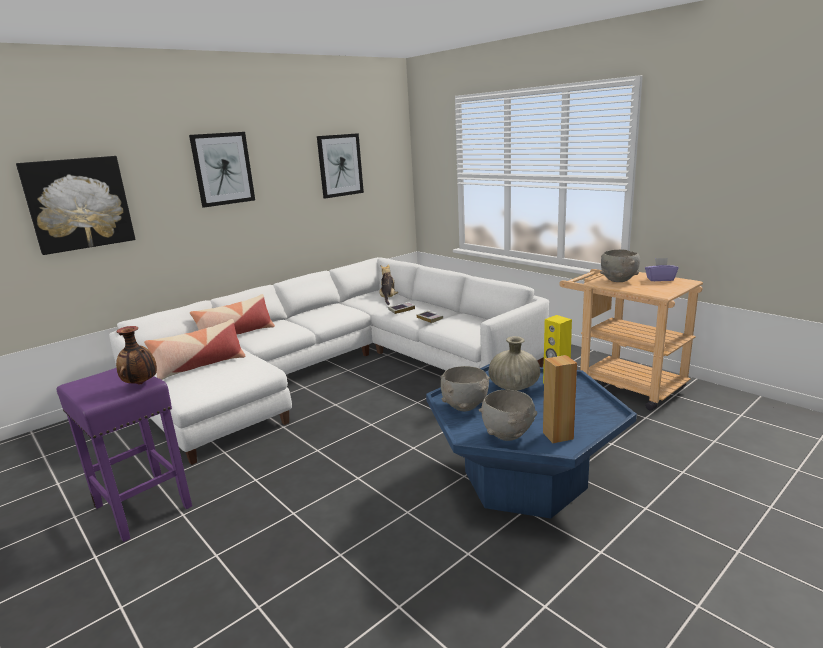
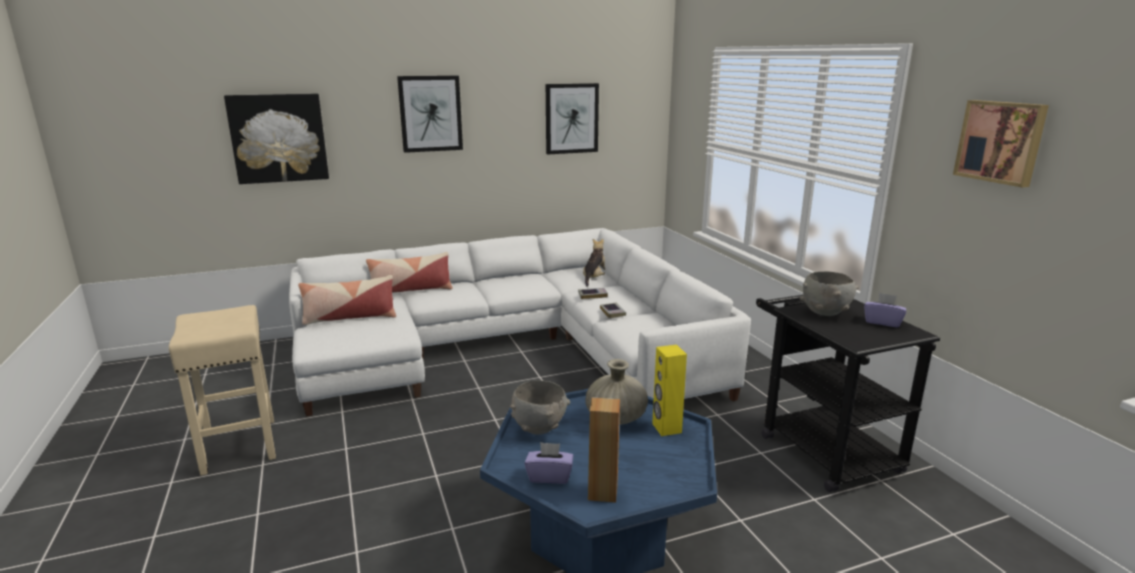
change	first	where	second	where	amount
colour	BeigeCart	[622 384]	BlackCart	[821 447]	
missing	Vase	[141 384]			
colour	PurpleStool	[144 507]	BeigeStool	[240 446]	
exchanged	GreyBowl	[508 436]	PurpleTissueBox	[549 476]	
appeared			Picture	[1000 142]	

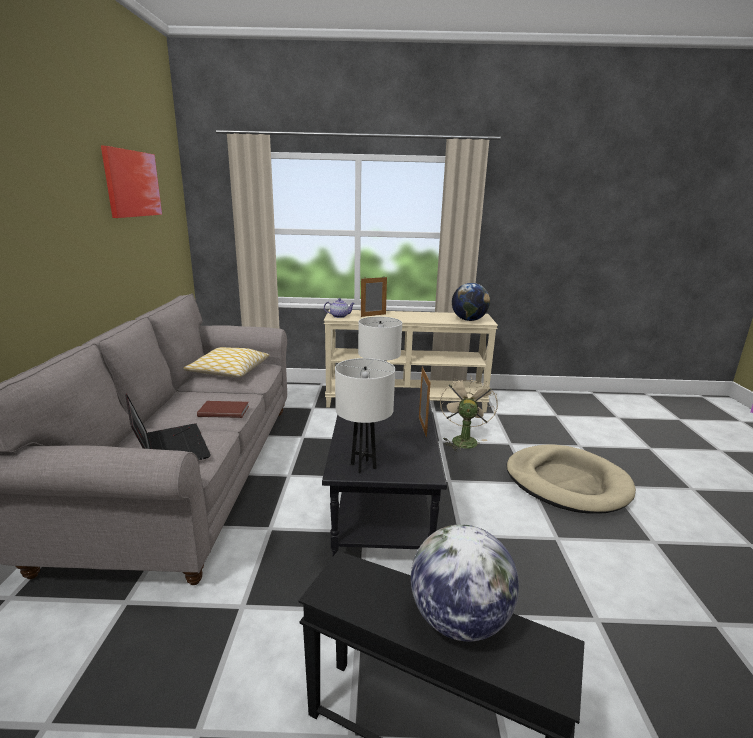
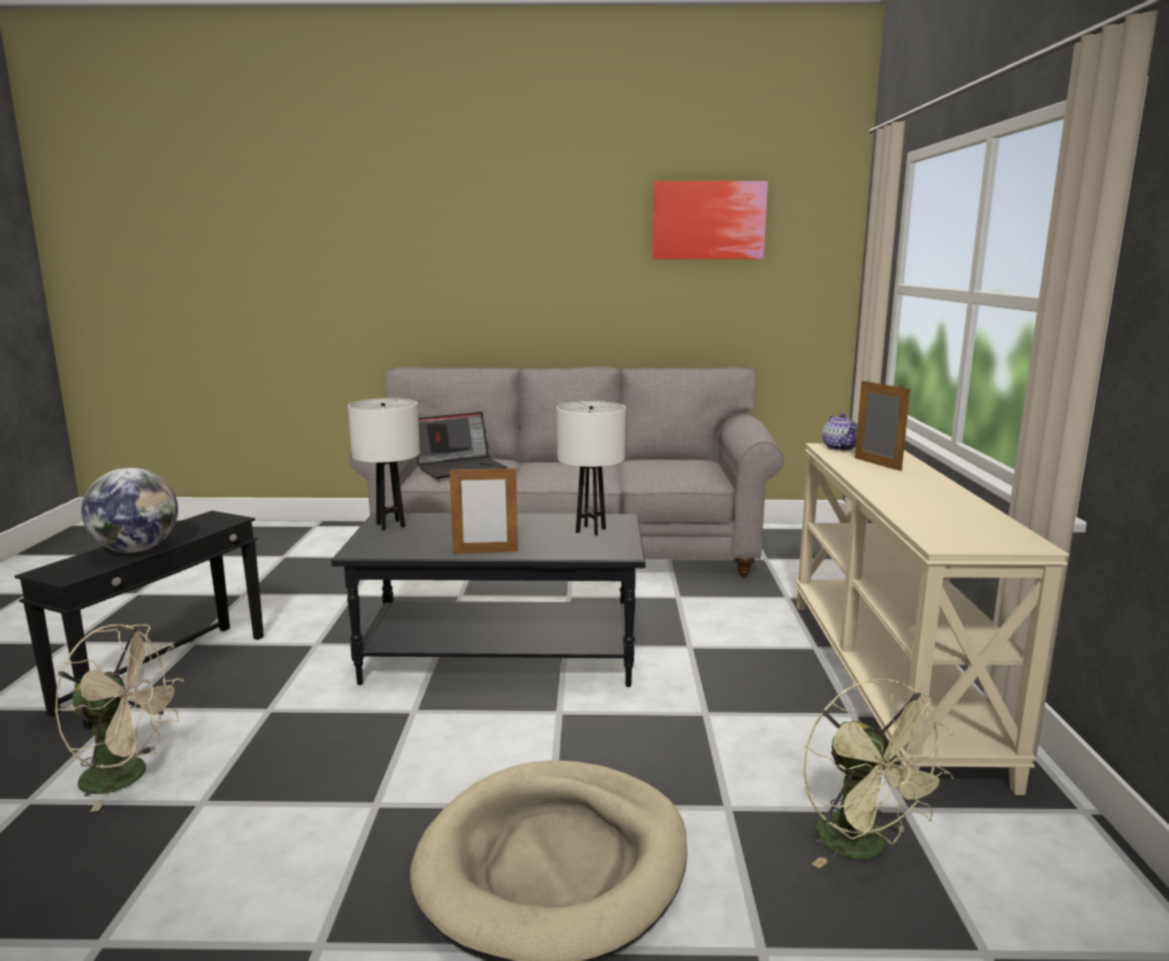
change	first	where	second	where	amount
missing	Globe	[468 320]			
missing	Pillow	[228 371]			
relocated	BeigeFan	[463 439]		[128 776]	
missing	BrownBook	[223 411]			
appeared			GreenFan	[863 847]	

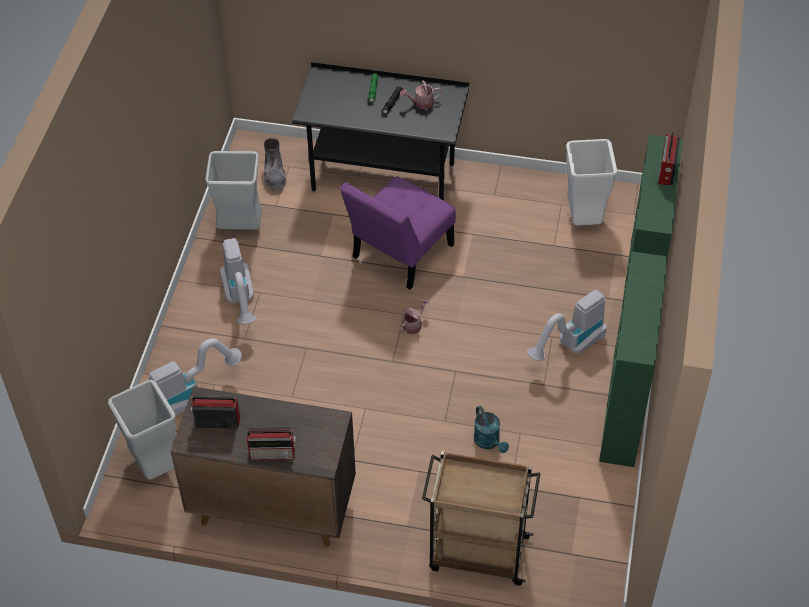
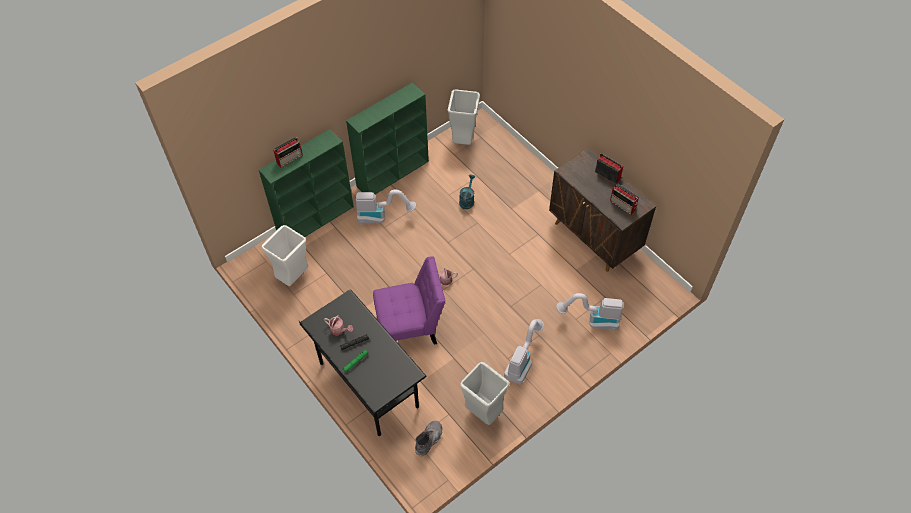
change	first	where	second	where	amount
relocated	GreyTrashCan	[156 465]		[463 139]	
missing	BrownCart	[477 553]			

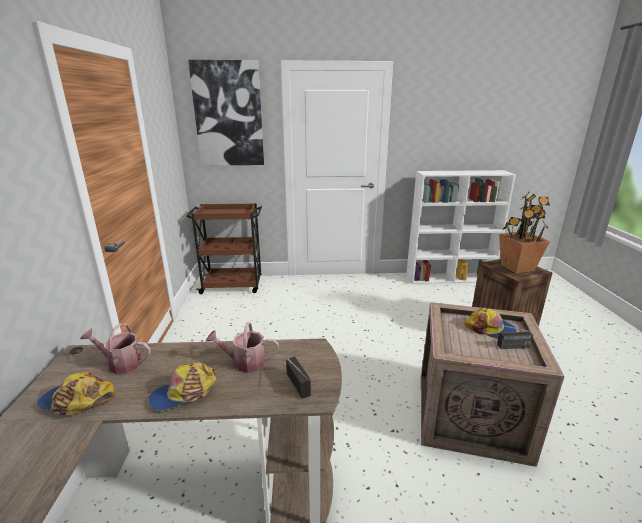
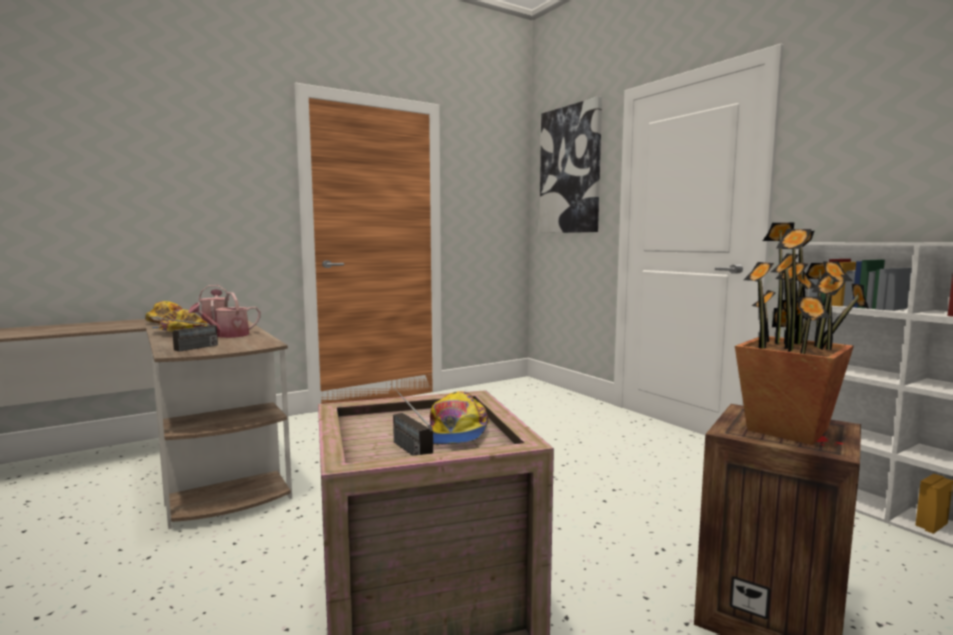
change	first	where	second	where	amount
missing	BrownCart	[233 285]			
spun	WateringCan	[245 362]		[228 335]	105 degrees counterclockwise

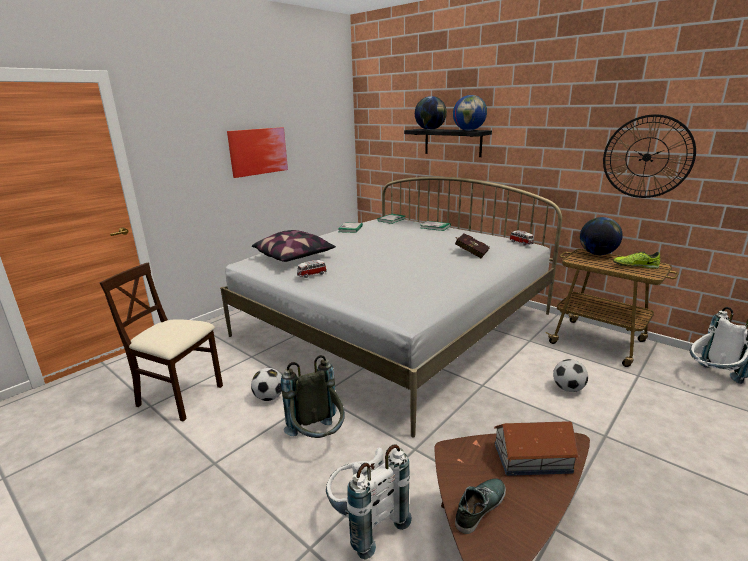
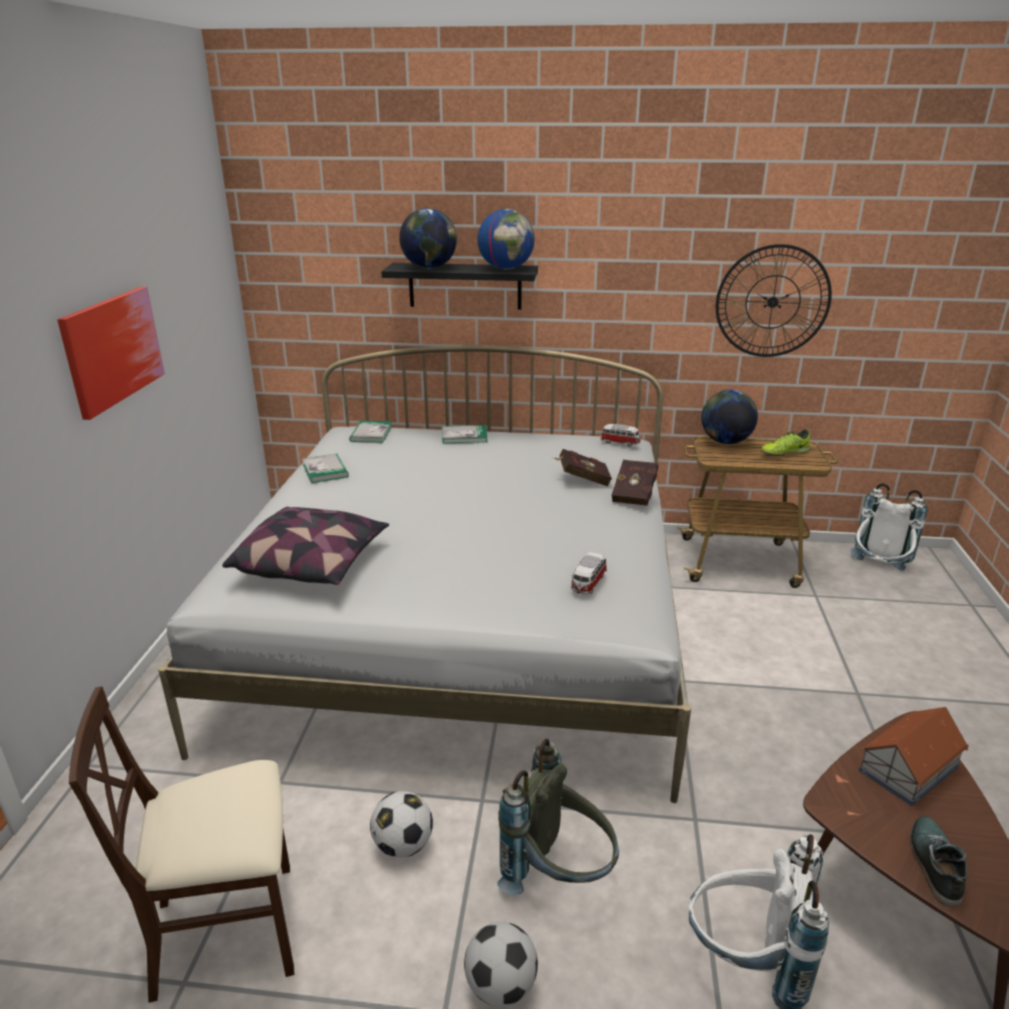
change	first	where	second	where	amount
relocated	ToyCar	[311 275]		[588 583]	
relocated	Football	[568 389]		[501 985]	
appeared			RedBook	[635 494]	

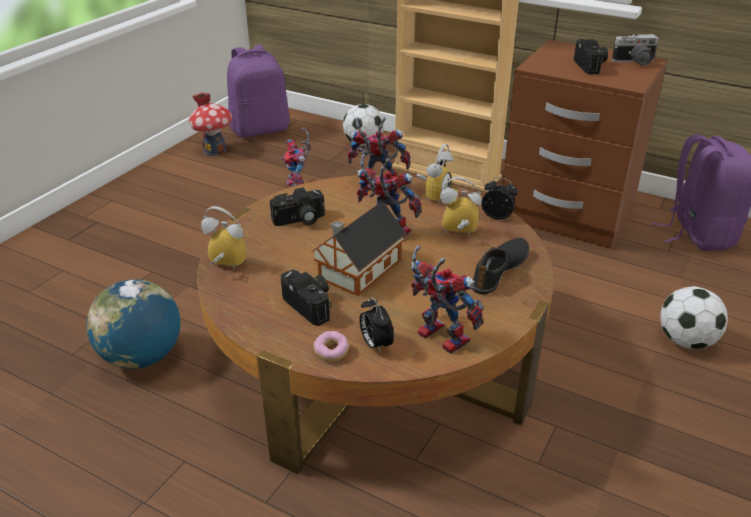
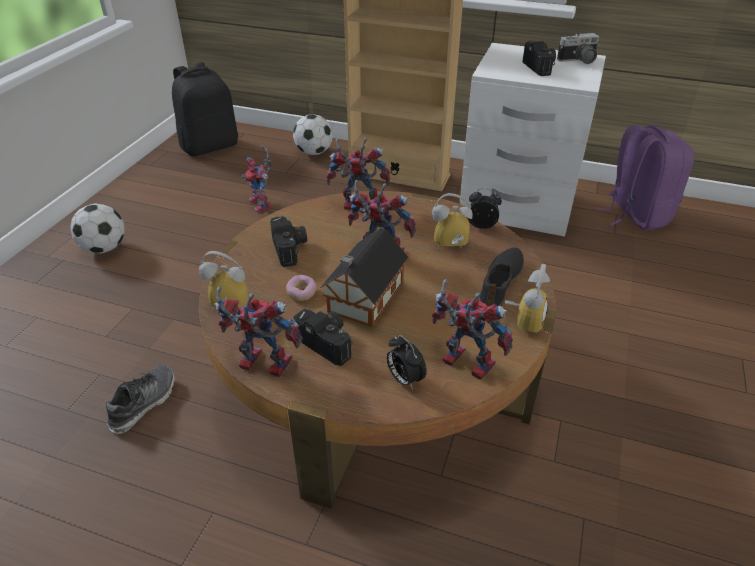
change	first	where	second	where	amount
colour	BrownNightstand	[566 214]	WhiteNightstand	[517 206]	
colour	PurpleBackpack	[260 129]	BlackBackpack	[210 146]	
missing	ToyHouse	[215 150]			
relocated	AlarmClock	[433 195]		[523 321]	
spun	PhotoCamera	[299 220]		[291 249]	75 degrees counterclockwise
exchanged	Globe	[142 357]	Shoe	[143 403]	
relocated	Football	[686 341]		[105 248]	
relocated	Donut	[331 352]		[301 293]	
appeared			ToyRobot	[259 364]	

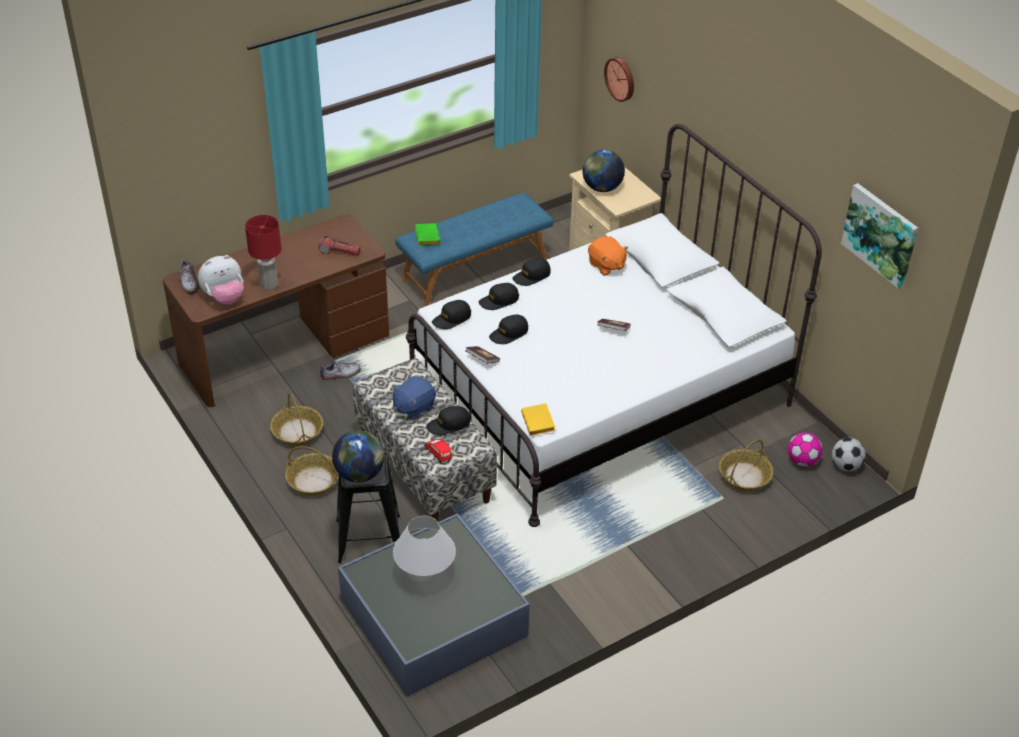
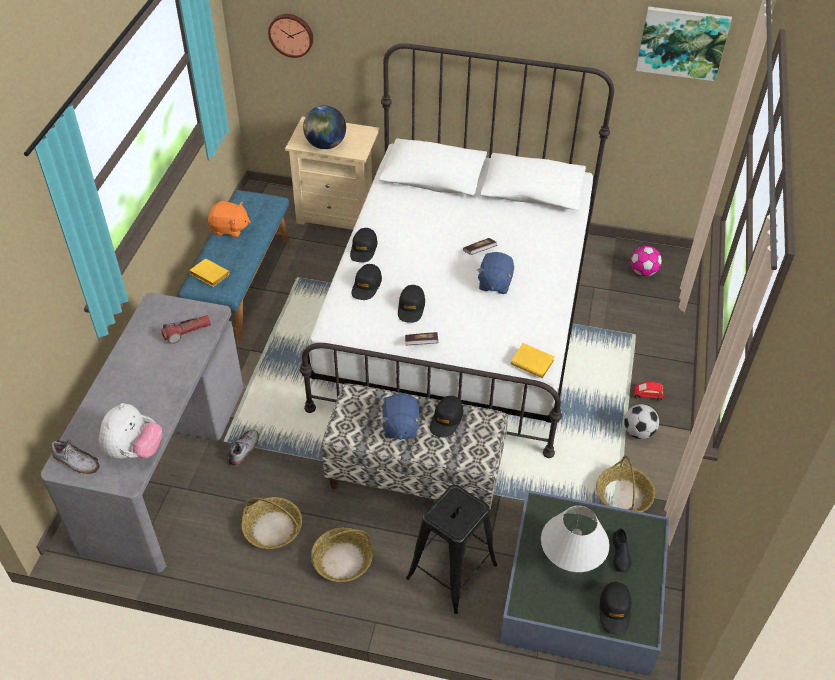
change	first	where	second	where	amount
colour	BrownDesk	[284 349]	GreyDesk	[165 464]	
missing	RedTableLamp	[269 285]			
colour	GreenBook	[426 236]	YellowBook	[208 275]	
relocated	OrangePlushToy	[606 266]		[230 229]	
relocated	BlackCap	[451 319]		[615 610]	
missing	Globe	[360 474]			
relocated	Football	[845 466]		[638 432]	
relocated	RedToyCar	[439 454]		[647 395]	
relocated	Basket	[744 476]		[623 496]	
appeared			BluePlushToy	[494 283]	
appeared			BlackShoe	[620 554]	

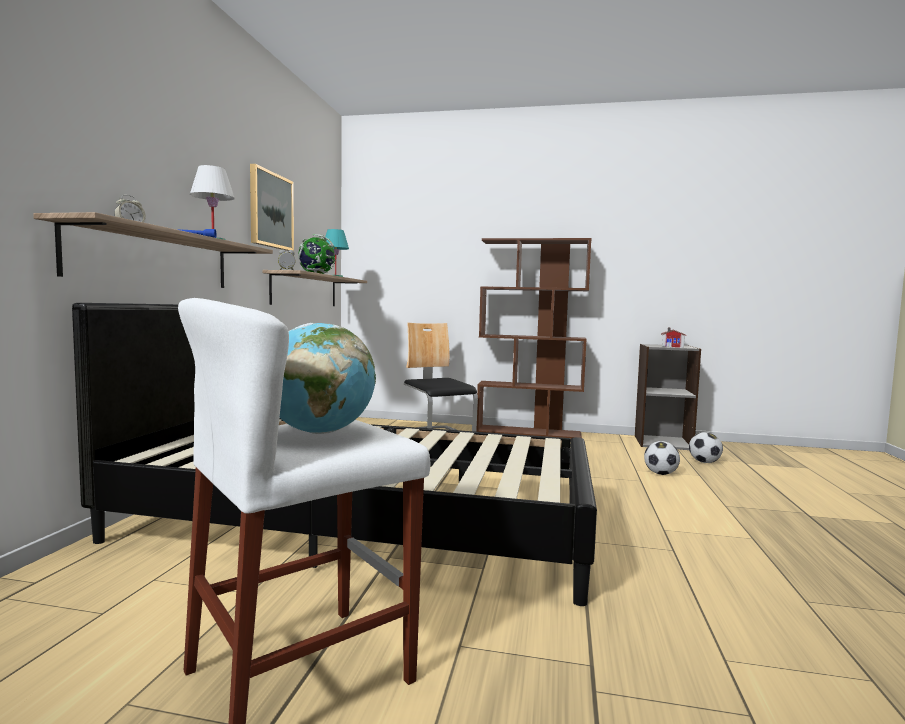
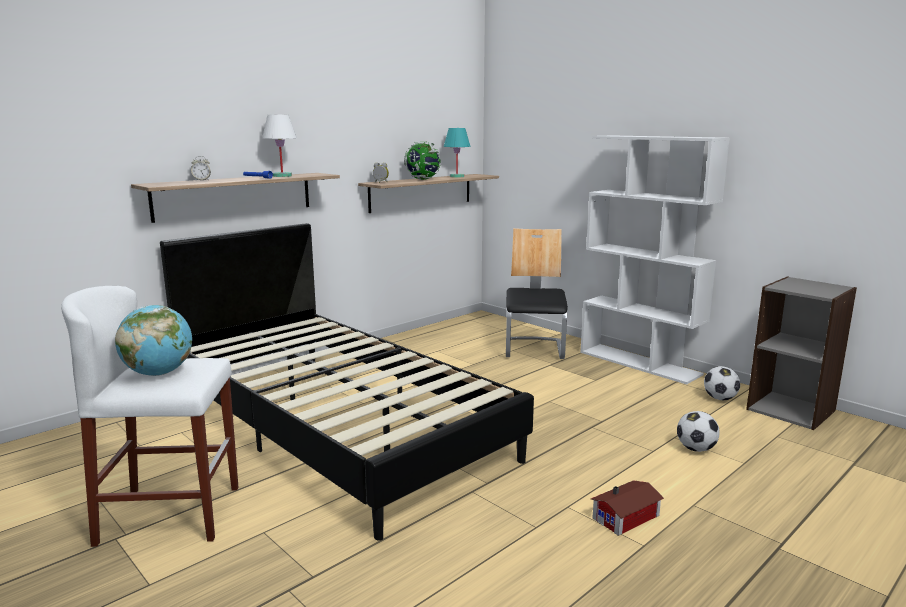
change	first	where	second	where	amount
missing	Picture	[270 210]			
colour	BrownBookcase	[529 432]	WhiteBookcase	[640 363]	
relocated	ToyHouse	[673 346]		[628 517]	
relocated	Football	[704 462]		[720 398]	

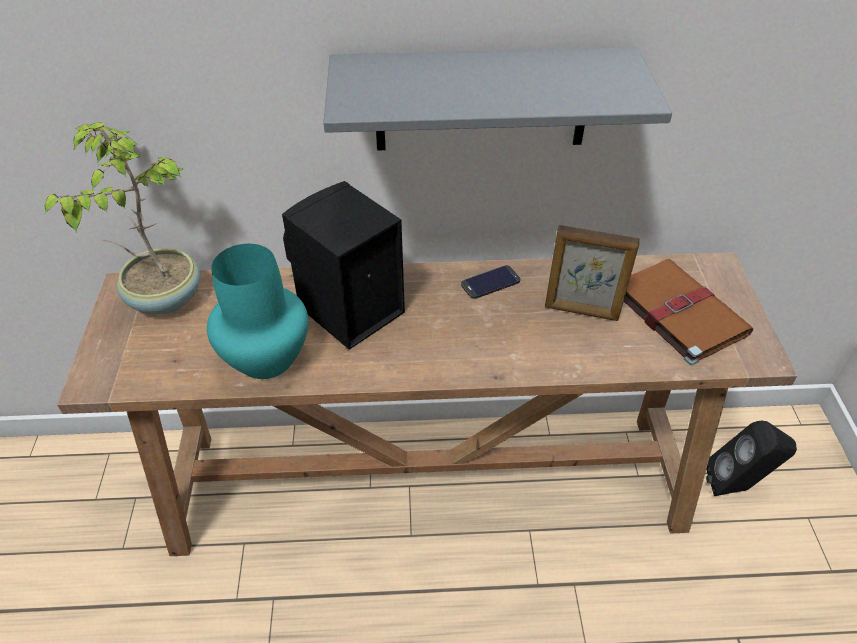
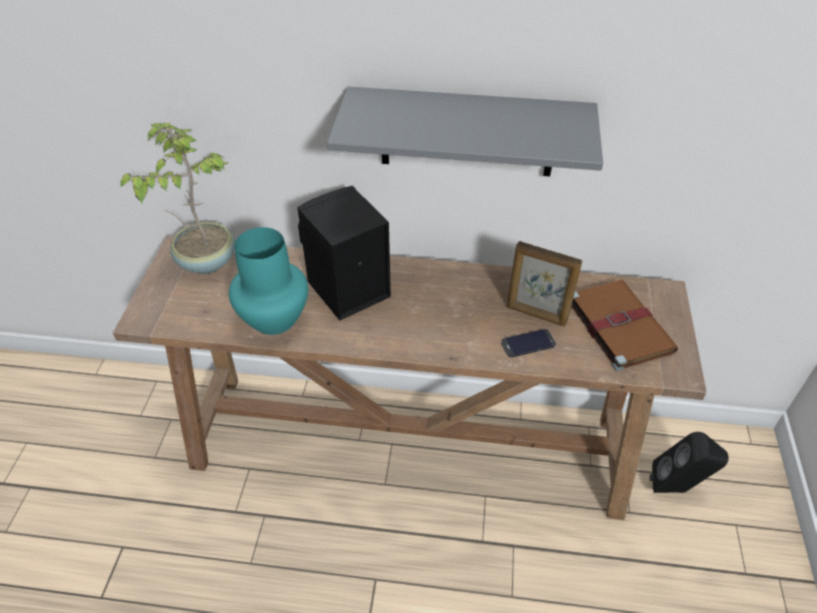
change	first	where	second	where	amount
relocated	Phone	[490 282]		[528 343]	

